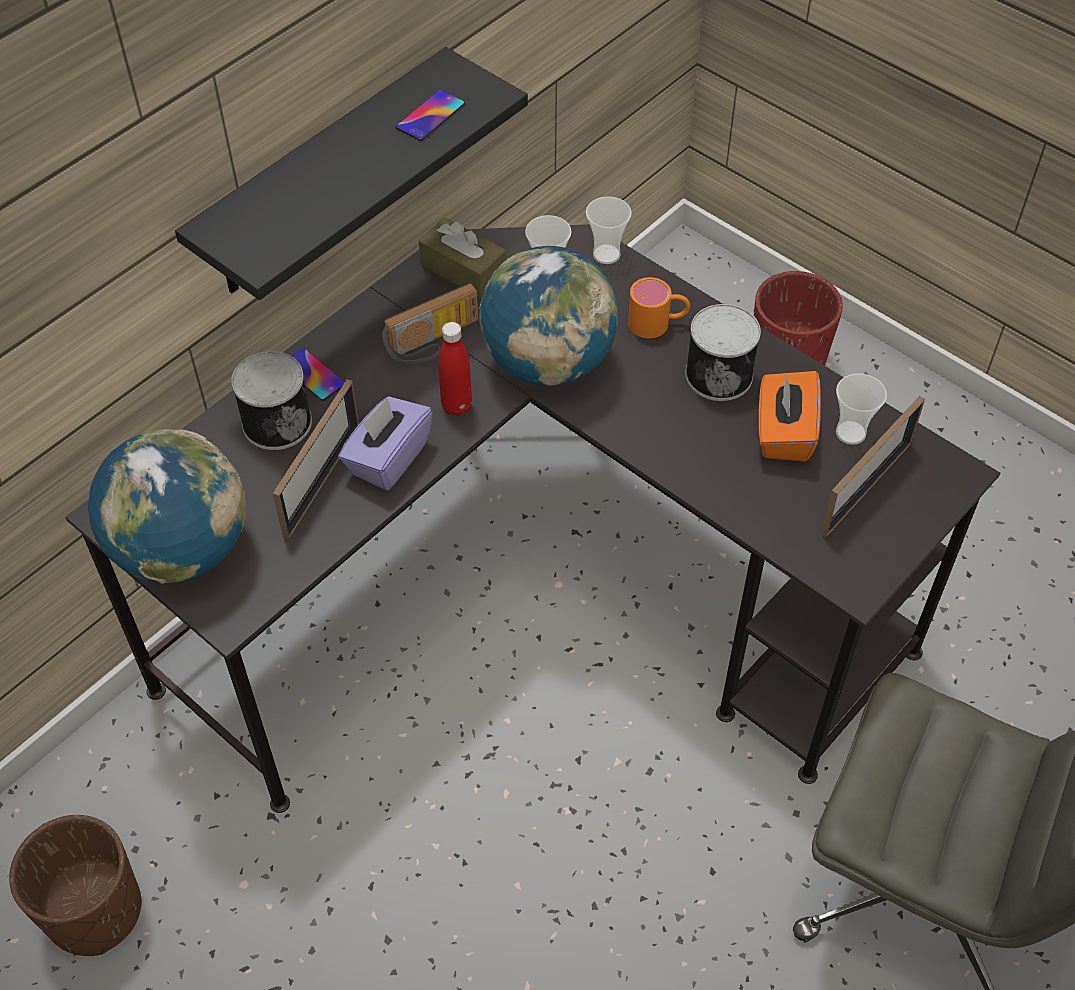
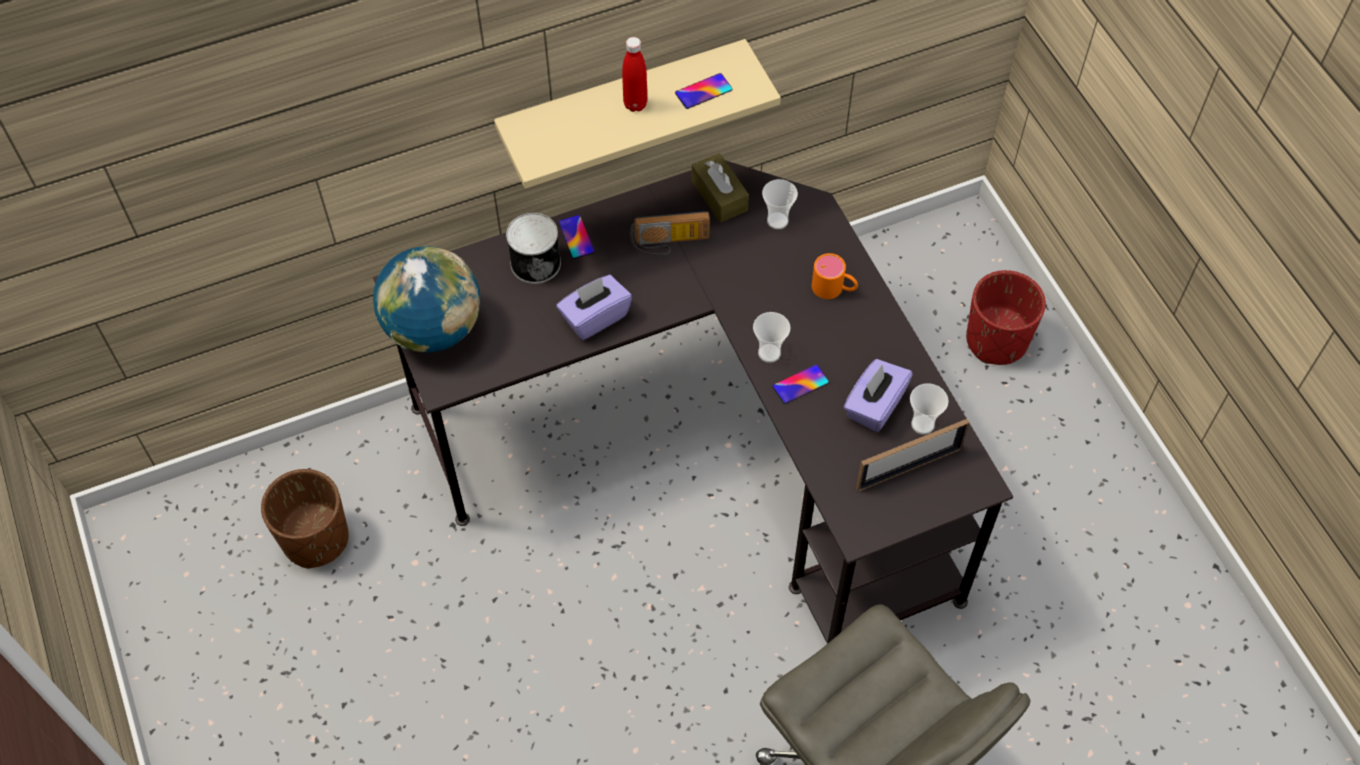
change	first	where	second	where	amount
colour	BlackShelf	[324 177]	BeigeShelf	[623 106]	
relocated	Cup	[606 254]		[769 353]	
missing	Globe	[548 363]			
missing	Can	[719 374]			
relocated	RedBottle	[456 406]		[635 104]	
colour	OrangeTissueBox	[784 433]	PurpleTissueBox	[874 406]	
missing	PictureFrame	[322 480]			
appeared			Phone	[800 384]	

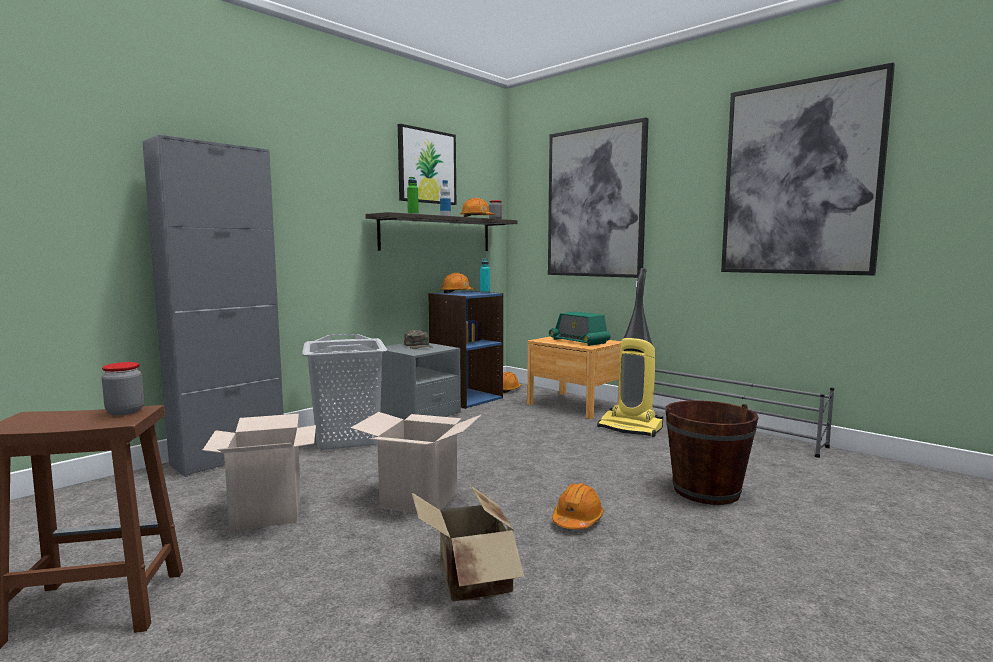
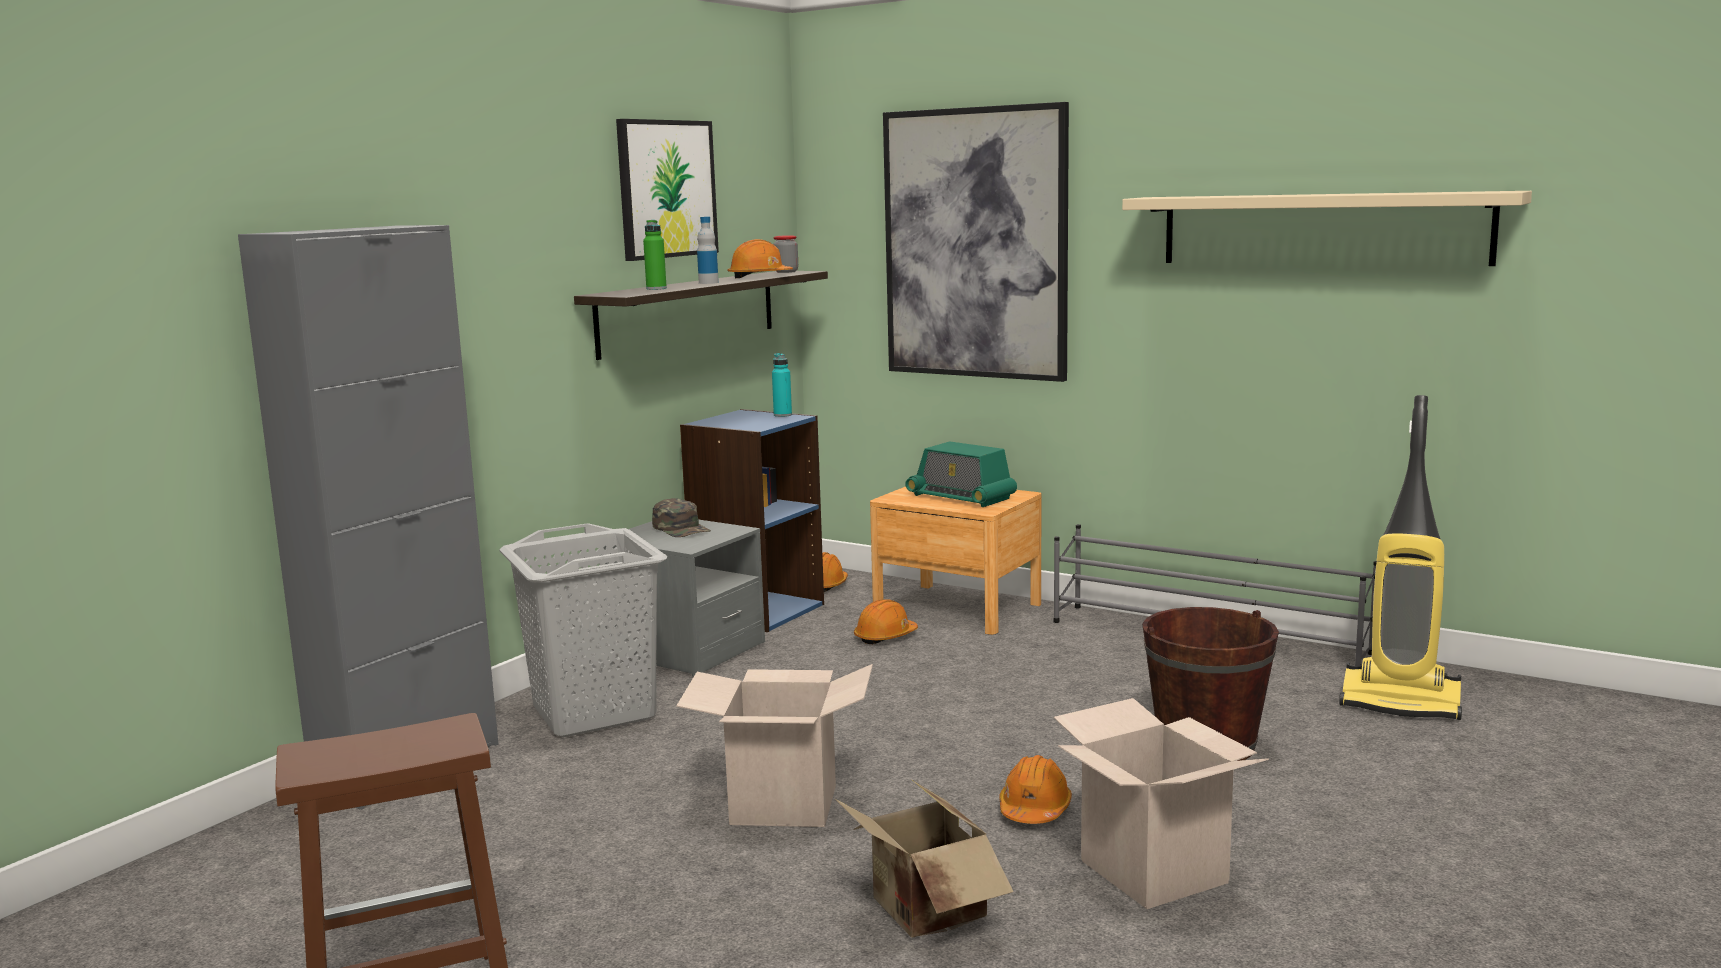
change	first	where	second	where	amount
exchanged	Picture	[800 179]	BeigeShelf	[1322 229]	
relocated	VacuumCleaner	[631 428]		[1401 702]	
relocated	OrangeHardHat	[457 292]		[885 637]	
missing	Jar	[125 411]			
relocated	CardboardBox	[267 512]		[1153 871]	

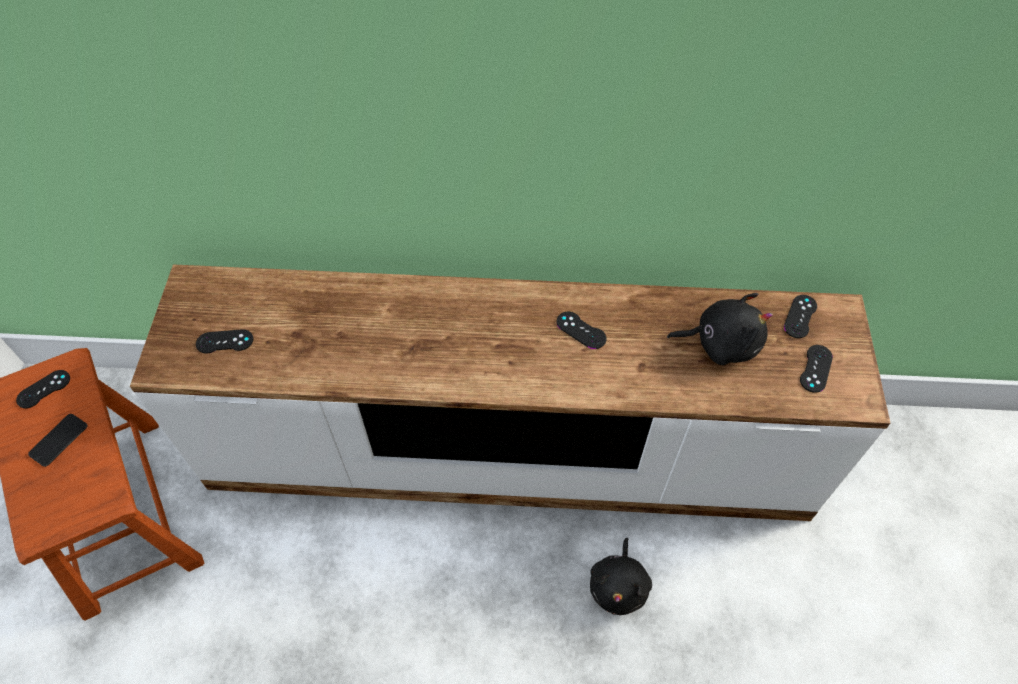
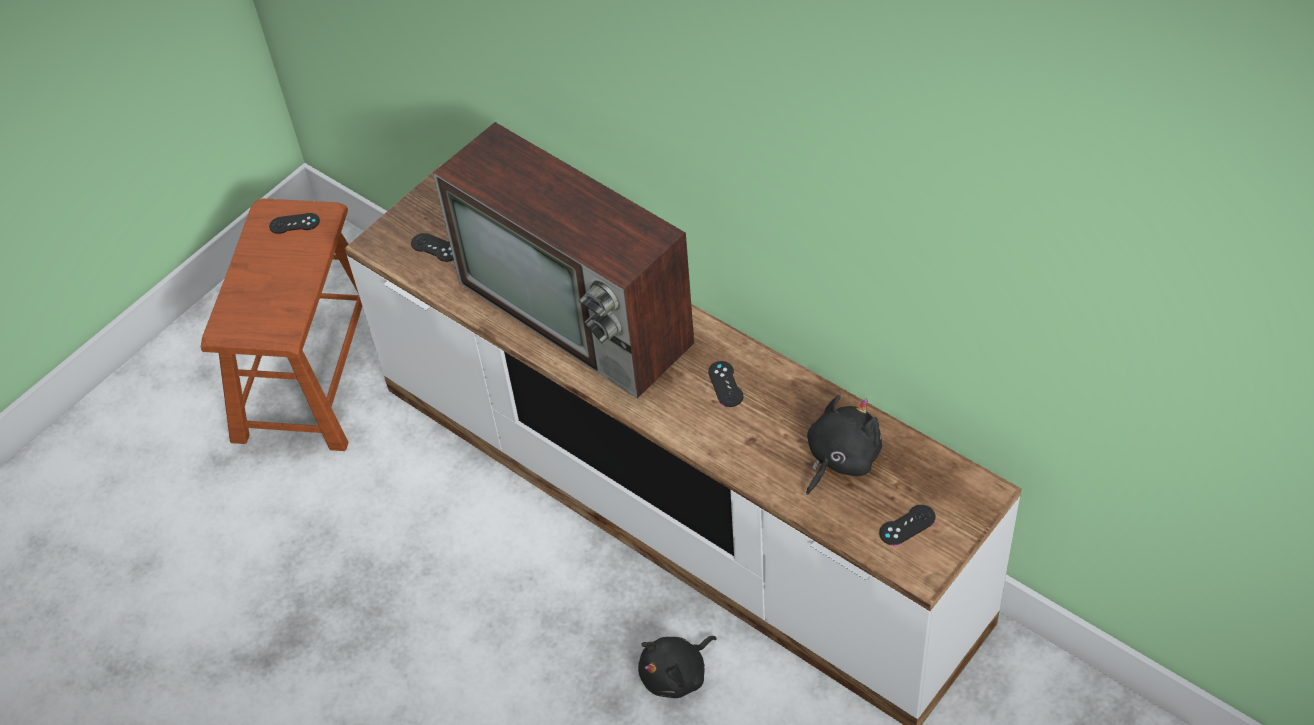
change	first	where	second	where	amount
spun	BlackPlushToy	[721 343]		[840 458]	90 degrees counterclockwise
missing	BlackGameController	[800 316]			
missing	Phone	[59 440]			
appeared			Television	[579 314]	

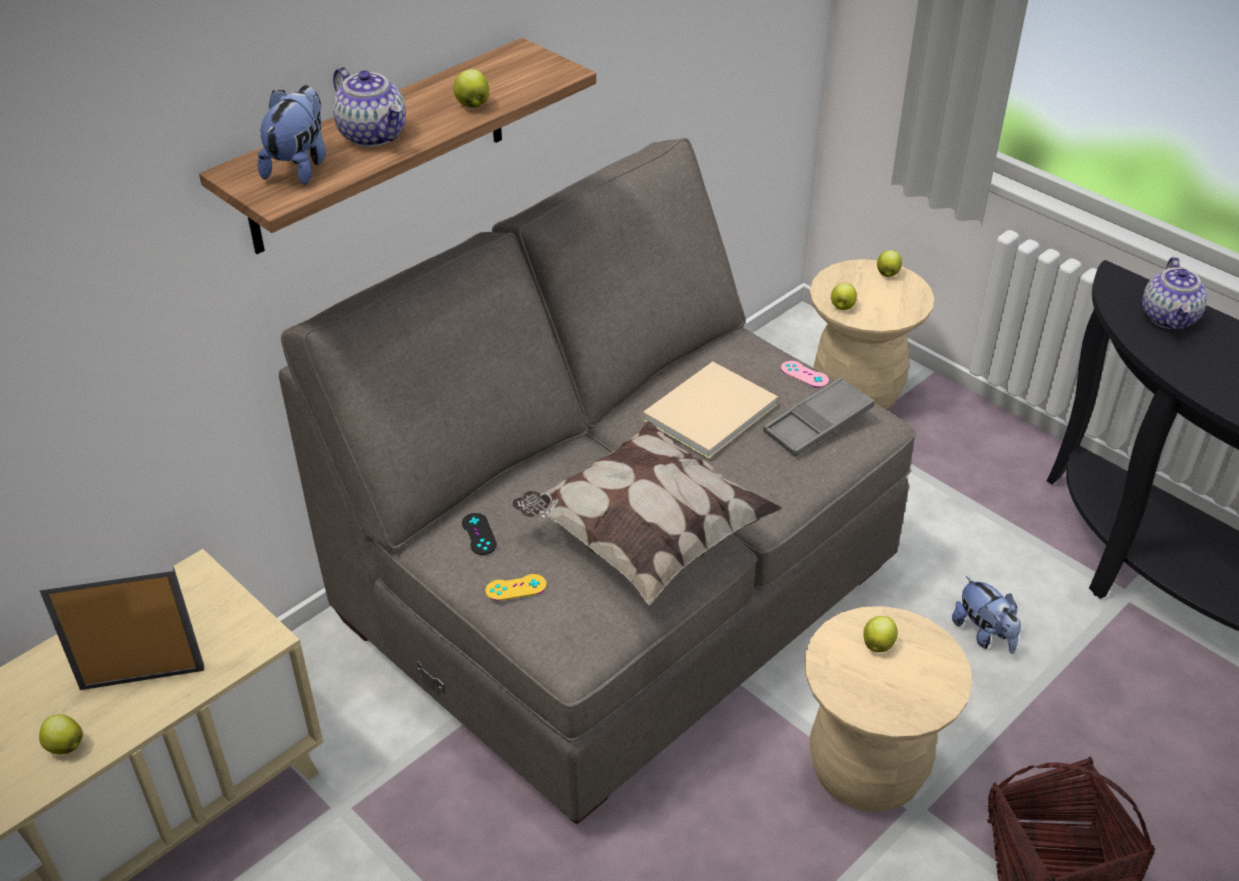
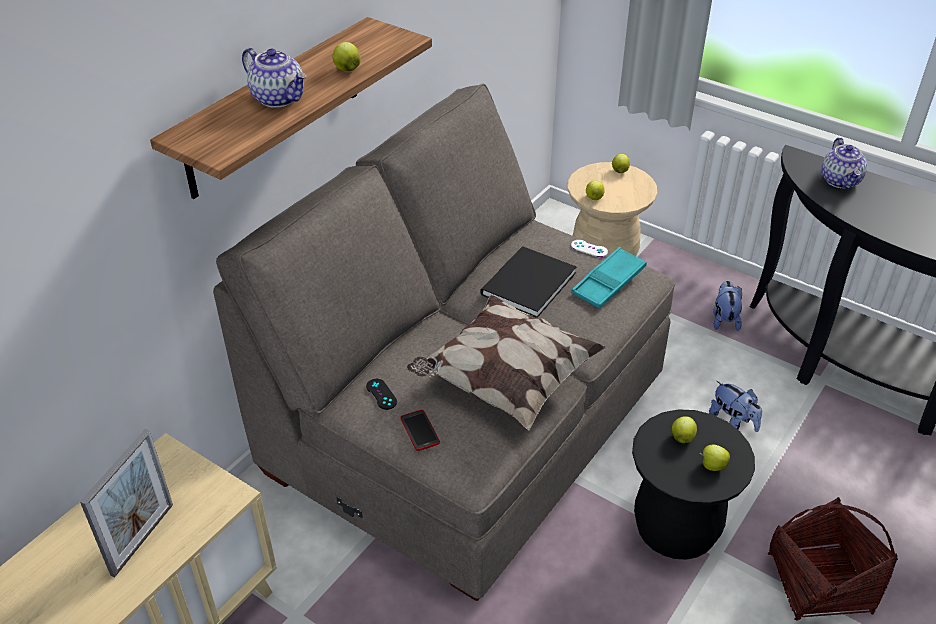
change	first	where	second	where	amount
relocated	PlushToy	[300 166]		[724 319]	
colour	PinkGameController	[804 374]	WhiteGameController	[589 248]	
colour	BeigeBook	[705 412]	BlackBook	[525 284]	
colour	GreyTray	[818 423]	TurquoiseTray	[608 283]	
spun	PictureFrame	[142 677]		[142 539]	135 degrees clockwise
exchanged	YellowGameController	[516 588]	Phone	[420 431]	
colour	BeigeStool	[867 770]	BlackStool	[675 529]	
relocated	Apple	[64 746]		[712 466]	

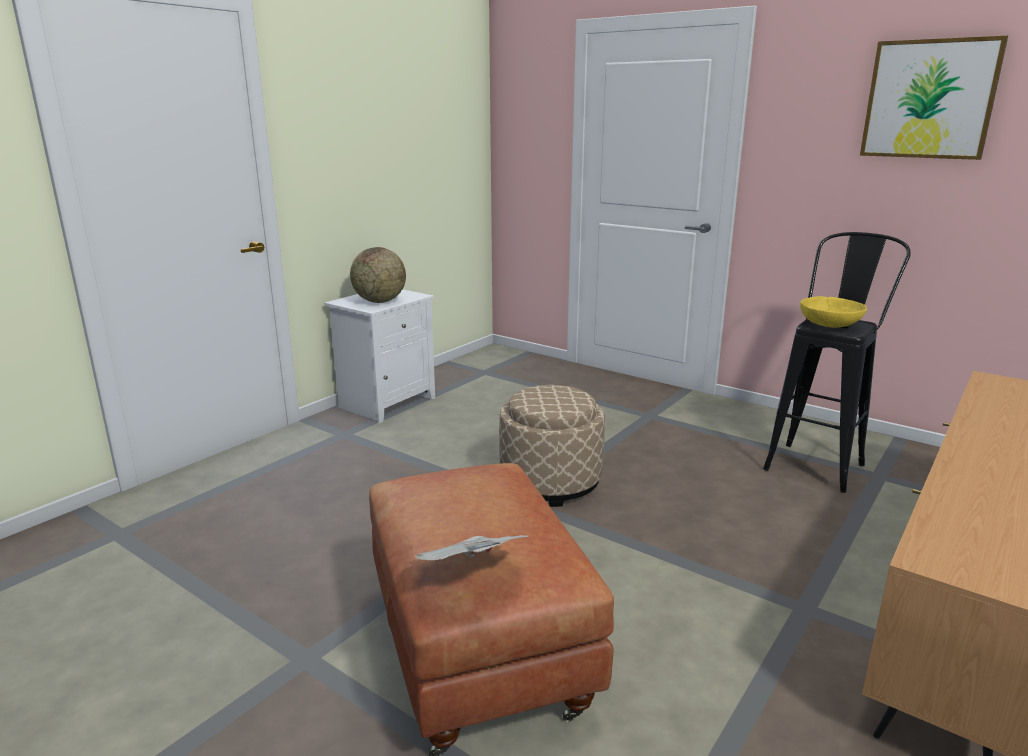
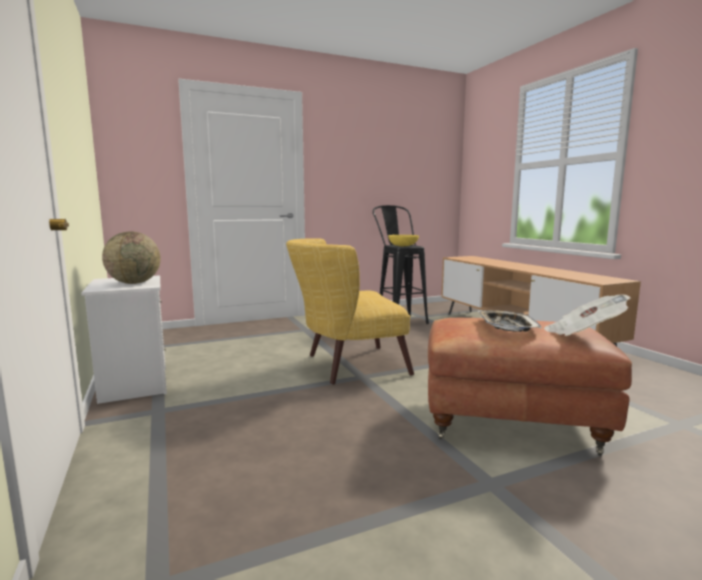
change	first	where	second	where	amount
missing	Picture	[929 99]			
exchanged	BeigeOttoman	[550 482]	YellowArmchair	[346 366]	
appeared			Tray	[506 326]	

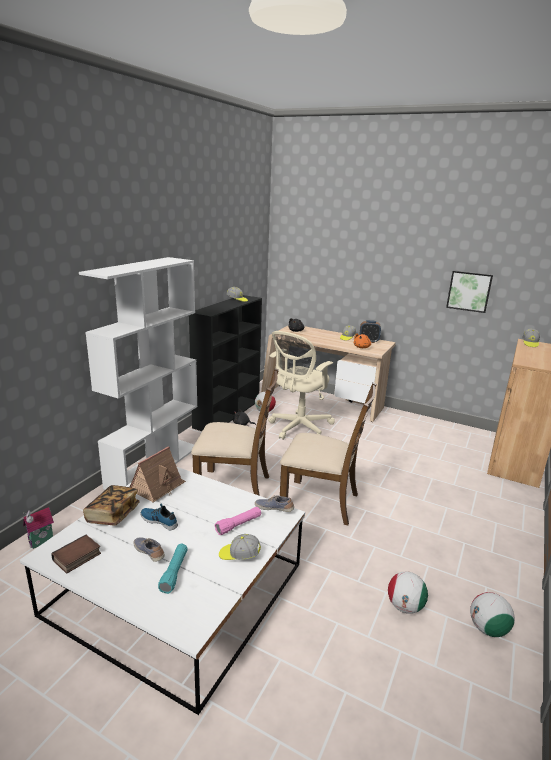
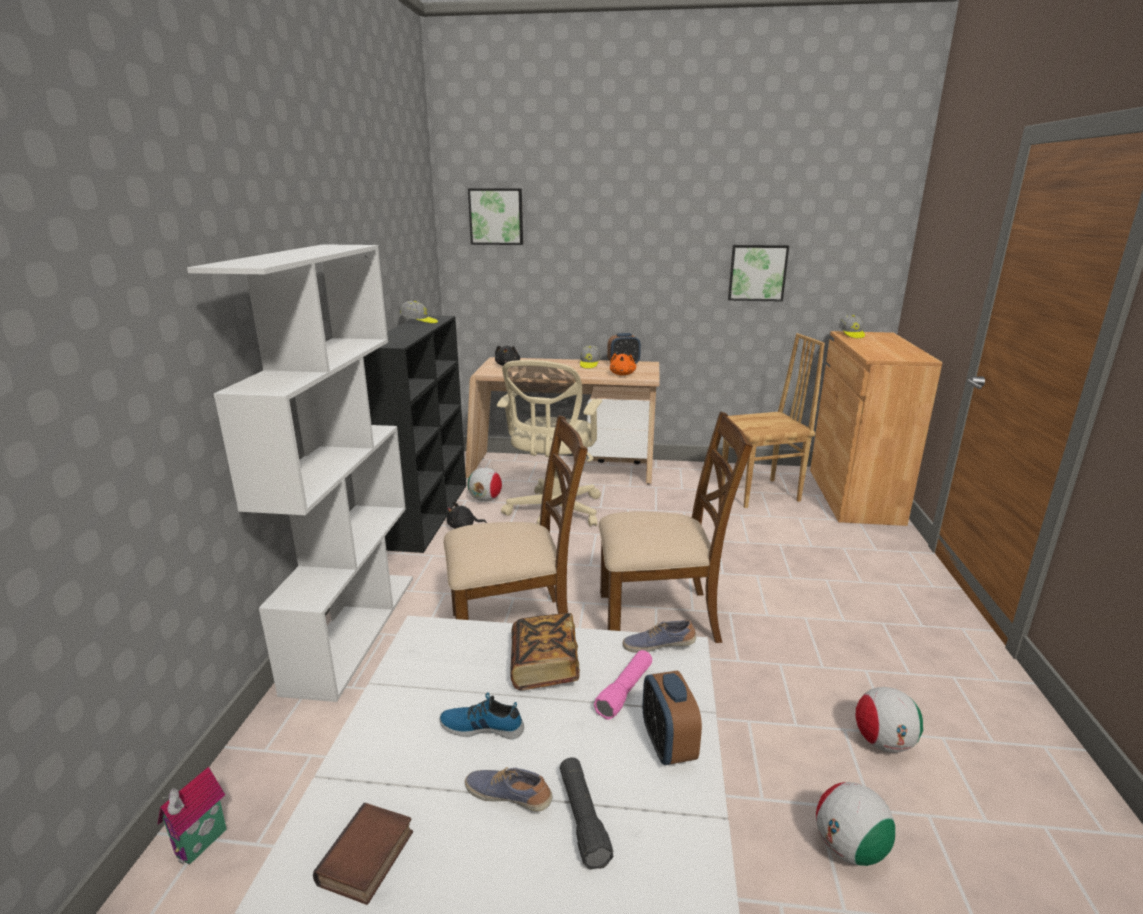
change	first	where	second	where	amount
missing	ToyHouse	[158 487]			
relocated	Book	[113 514]		[544 666]	
exchanged	Cap	[239 555]	AlarmClock	[668 745]	
colour	TurquoiseFlashlight	[174 572]	BlackFlashlight	[583 819]	
relocated	Football	[487 629]		[849 848]	
appeared			Picture	[496 216]	
appeared			BrownChair	[760 494]	

